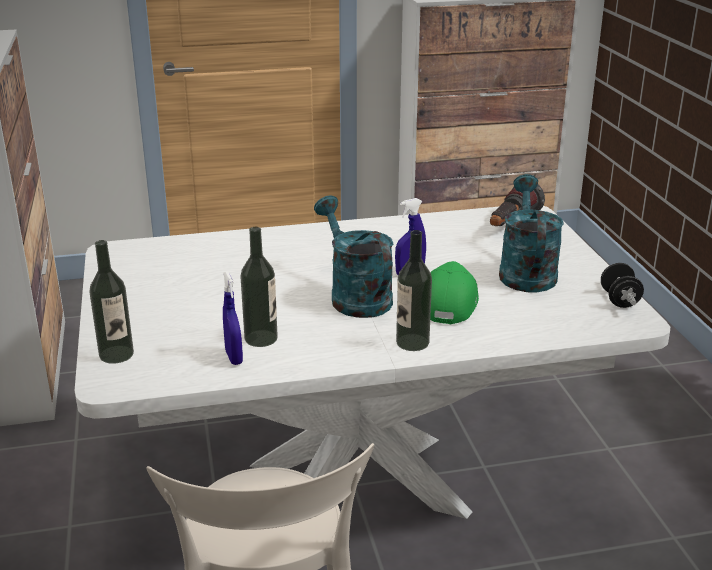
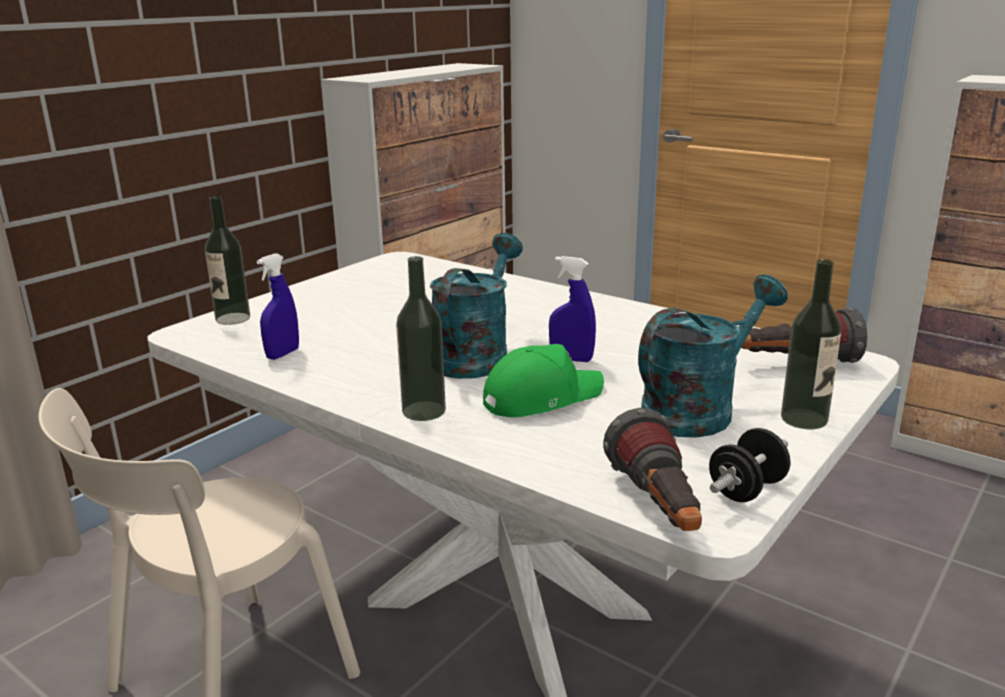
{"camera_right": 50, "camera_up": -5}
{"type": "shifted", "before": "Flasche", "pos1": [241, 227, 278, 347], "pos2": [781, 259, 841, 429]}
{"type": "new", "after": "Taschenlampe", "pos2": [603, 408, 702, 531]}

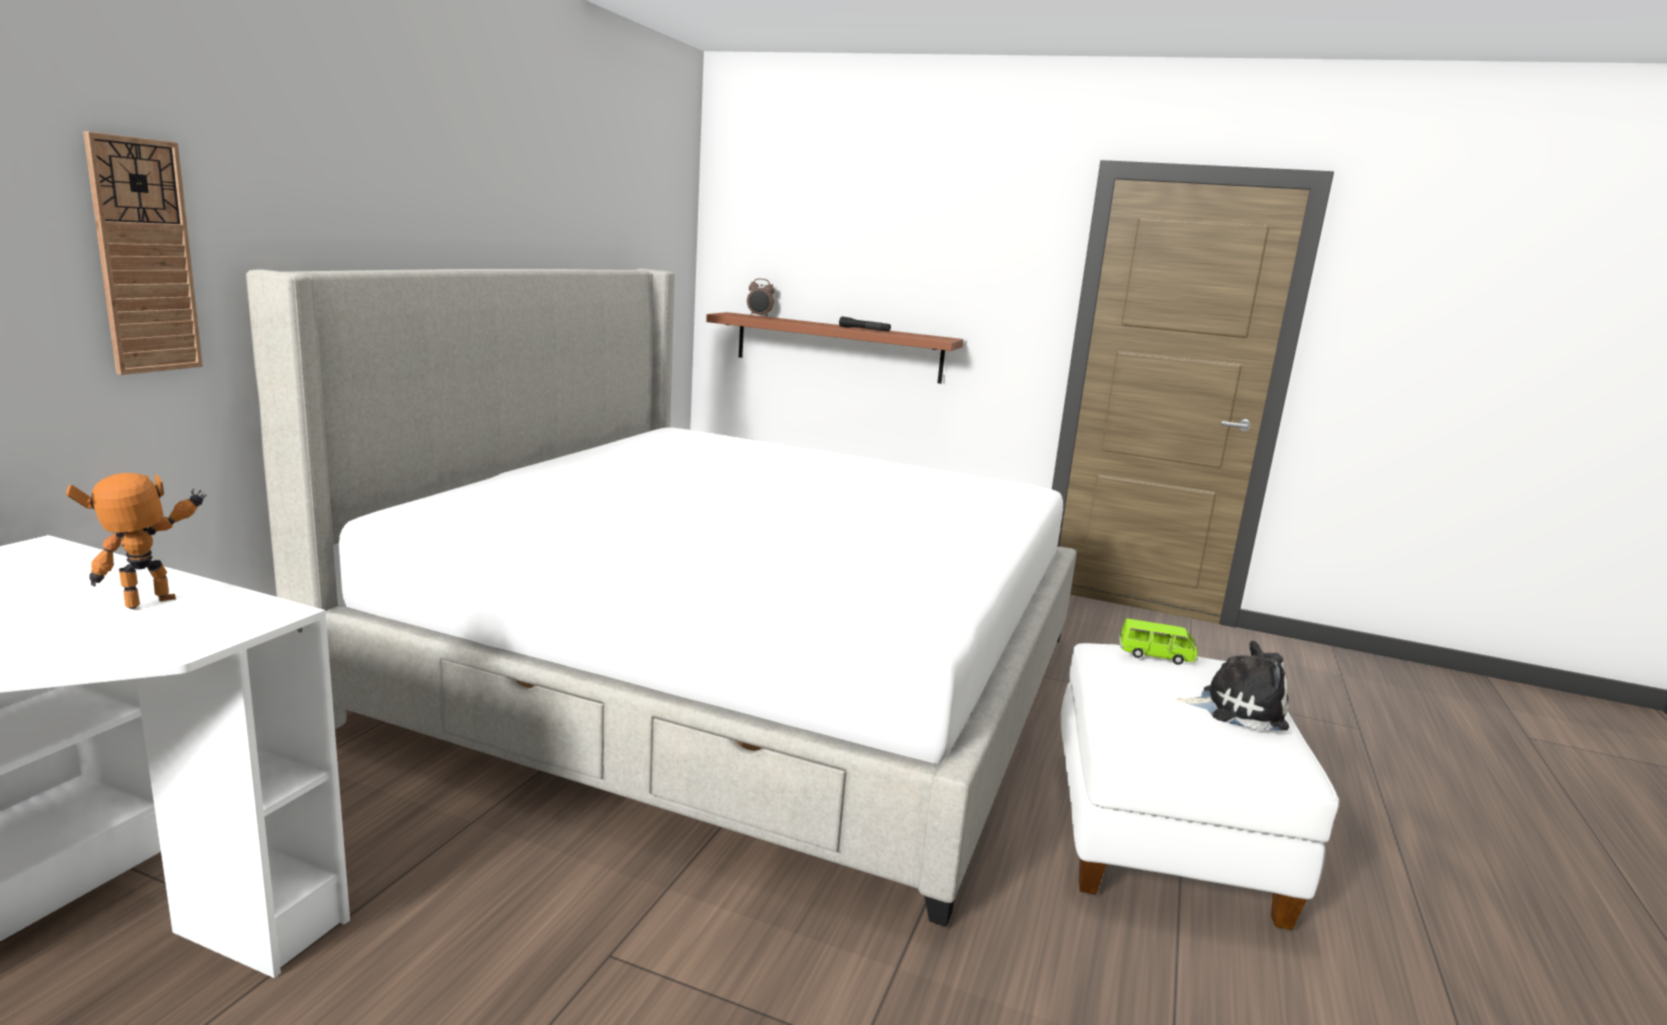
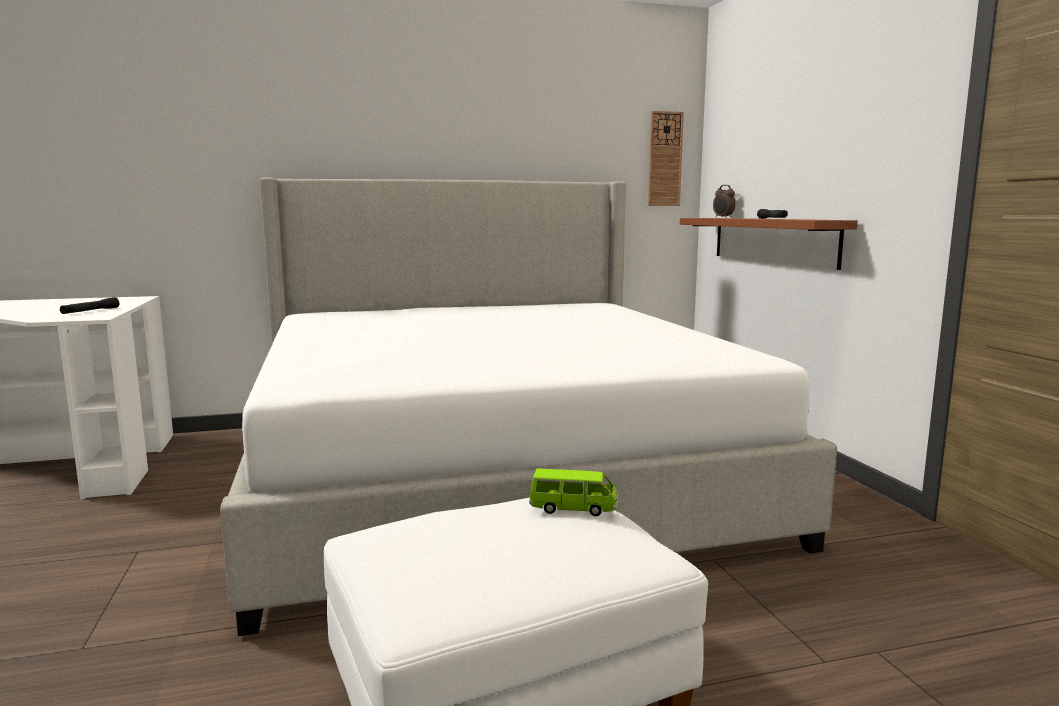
{"camera_right": 55, "camera_up": -5}
{"type": "shifted", "before": "Wanduhr", "pos1": [83, 131, 203, 375], "pos2": [648, 111, 684, 206]}
{"type": "swapped", "before": "Spielzeugroboter", "after": "Taschenlampe/schwarz", "pos1": [66, 473, 206, 609], "pos2": [60, 297, 119, 314]}
{"type": "rotated", "before": "Spielzeugauto/grün", "pos1": [1119, 618, 1198, 665], "pos2": [529, 469, 618, 516], "turn": -60}
{"type": "gone", "before": "Plüschtier", "pos1": [1175, 640, 1289, 731]}

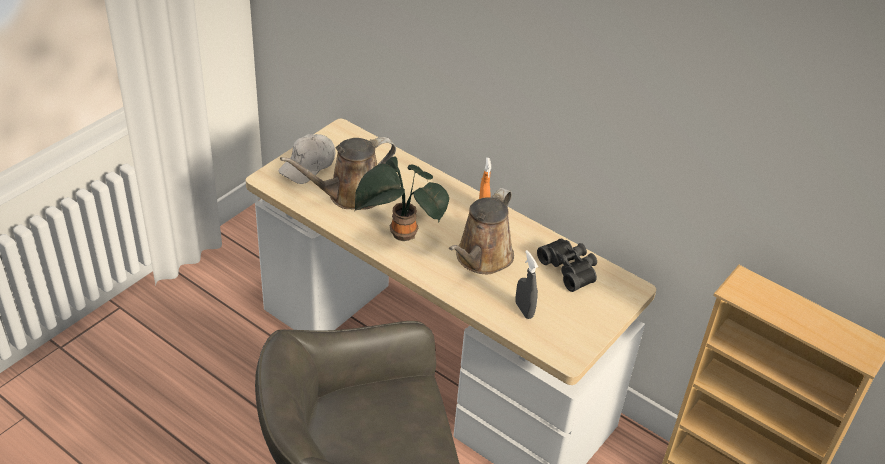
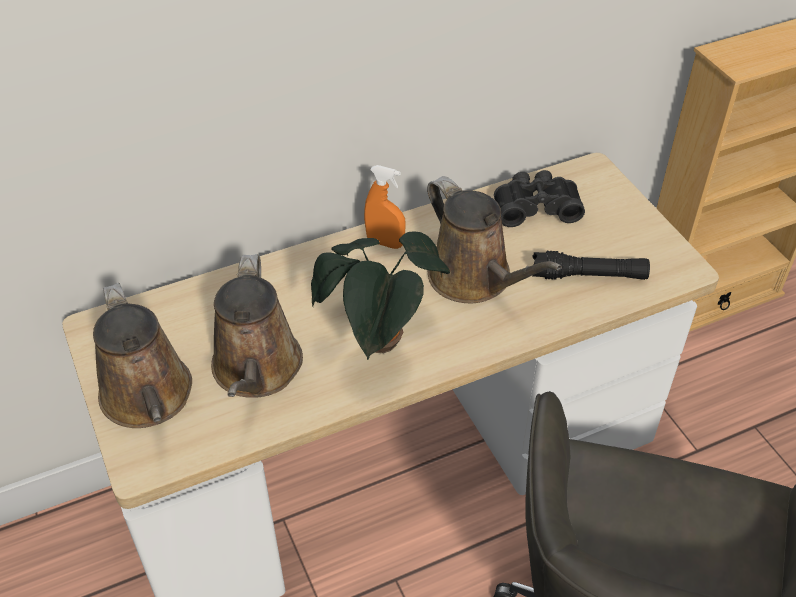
{"camera_right": -60, "camera_up": 5}
{"type": "swapped", "before": "Kappe/weiß", "after": "Gießkanne/braun", "pos1": [278, 134, 335, 184], "pos2": [93, 283, 192, 428]}
{"type": "swapped", "before": "Sprühflasche/grau", "after": "Taschenlampe/schwarz", "pos1": [516, 250, 538, 319], "pos2": [532, 251, 650, 280]}

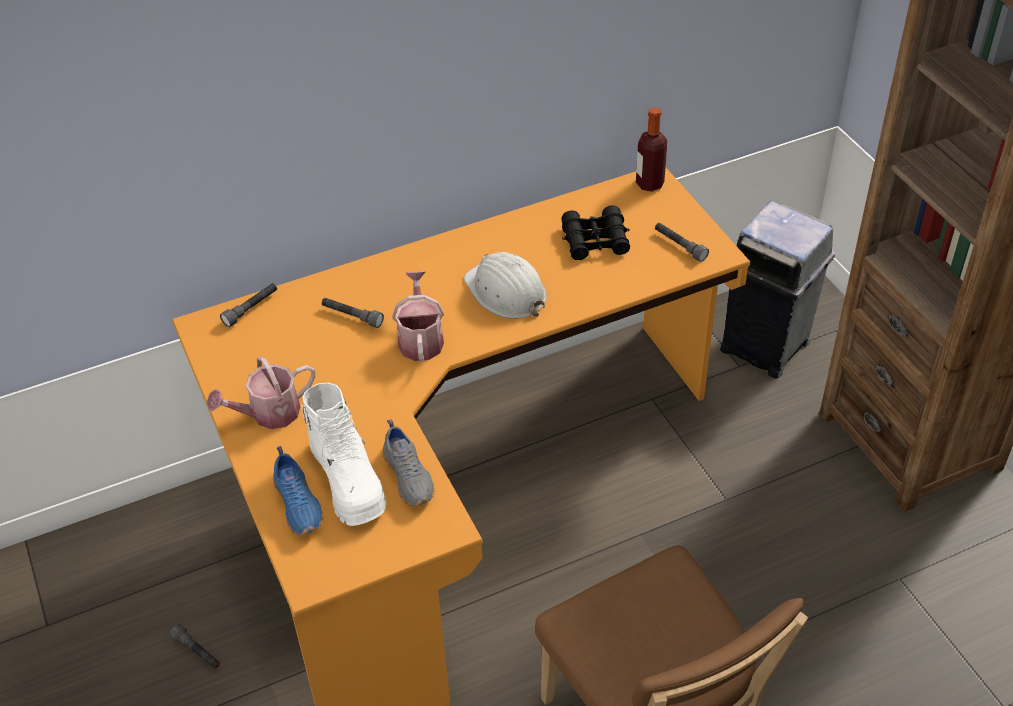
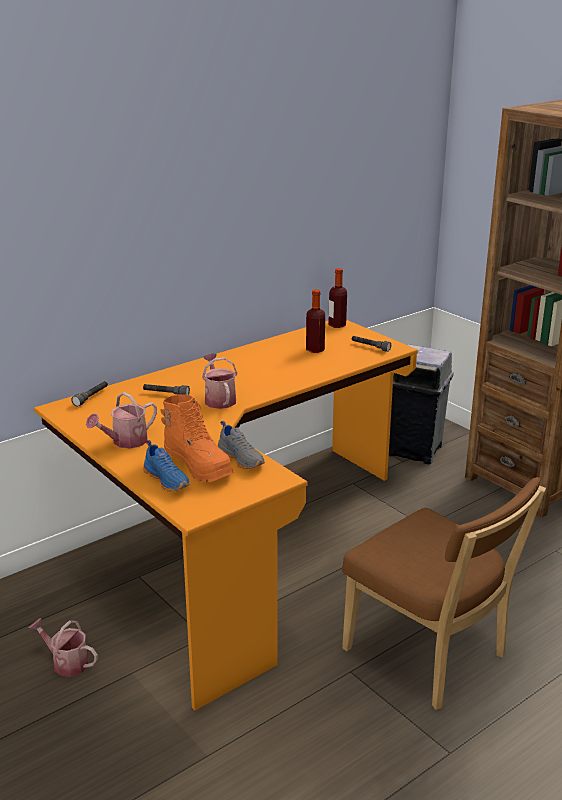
{"camera_right": -15, "camera_up": -20}
{"type": "swapped", "before": "Fernglas/schwarz", "after": "Flasche", "pos1": [561, 205, 630, 260], "pos2": [306, 289, 325, 353]}
{"type": "gone", "before": "Schutzhelm/weiß", "pos1": [464, 252, 547, 319]}
{"type": "repainted", "before": "Stiefel/weiß", "after": "Stiefel/orange", "pos1": [300, 383, 386, 526], "pos2": [161, 394, 233, 483]}
{"type": "swapped", "before": "Taschenlampe/grau", "after": "Gießkanne", "pos1": [169, 624, 220, 669], "pos2": [28, 618, 98, 677]}

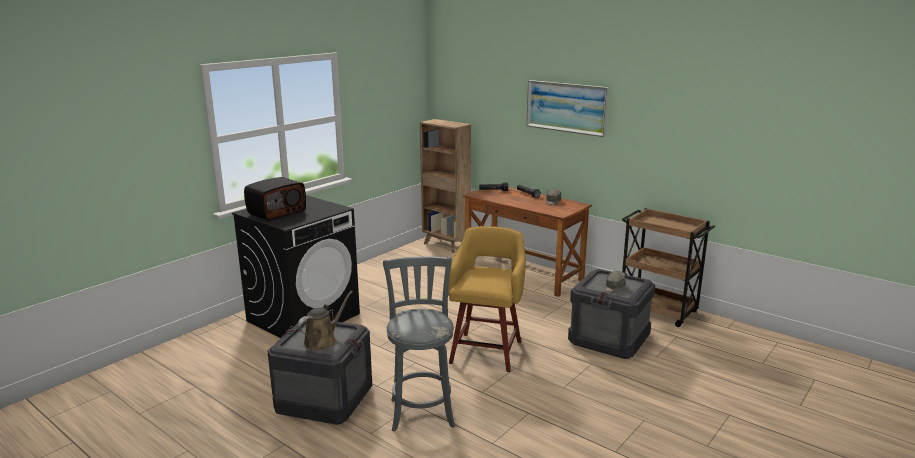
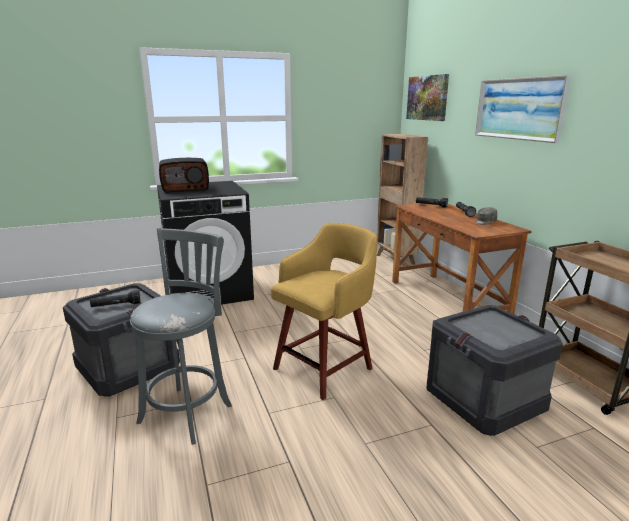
{"camera_right": 30, "camera_up": 0}
{"type": "gone", "before": "Kappe/grau", "pos1": [604, 271, 626, 293]}
{"type": "swapped", "before": "Gießkanne/braun", "after": "Taschenlampe/schwarz", "pos1": [297, 291, 353, 350], "pos2": [90, 290, 141, 307]}
{"type": "new", "after": "Bild", "pos2": [406, 74, 449, 121]}

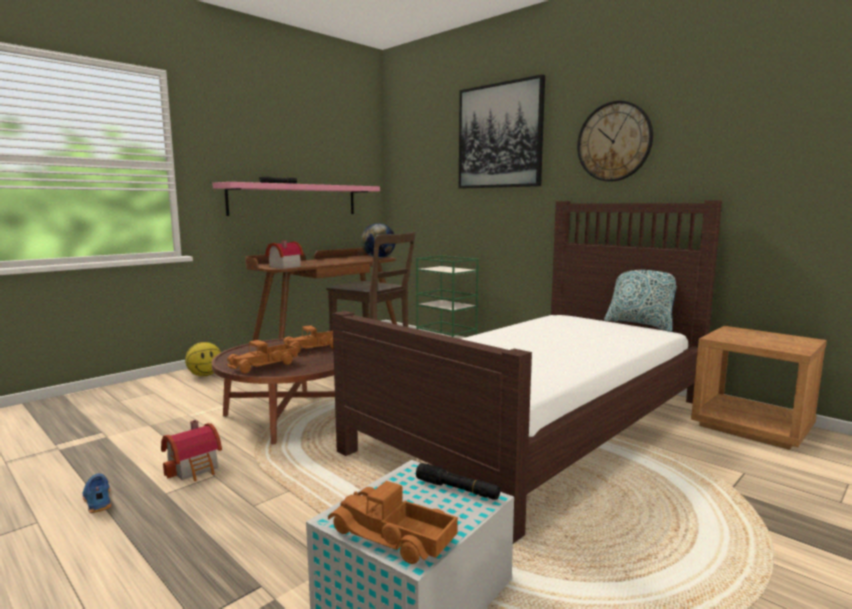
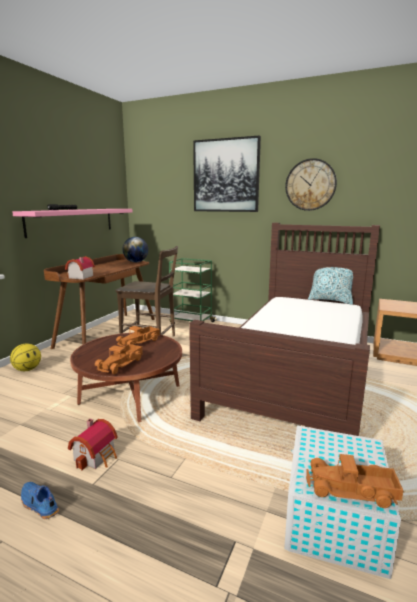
{"camera_right": -20, "camera_up": 5}
{"type": "gone", "before": "Taschenlampe/schwarz", "pos1": [416, 463, 500, 500]}

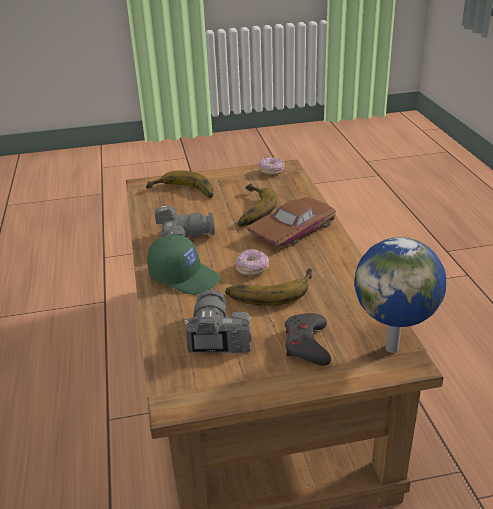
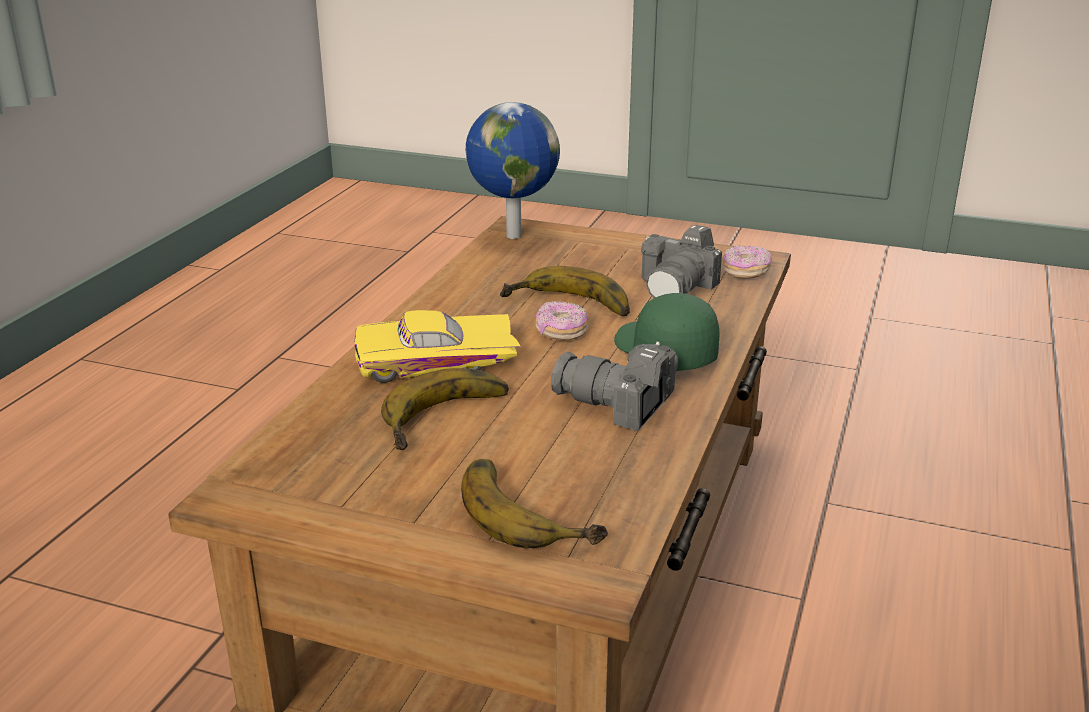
{"camera_right": -150, "camera_up": -5}
{"type": "shifted", "before": "Donut", "pos1": [258, 157, 285, 175], "pos2": [723, 246, 772, 279]}
{"type": "repainted", "before": "Spielzeugauto/braun", "after": "Spielzeugauto/gelb", "pos1": [247, 197, 336, 246], "pos2": [354, 310, 521, 383]}
{"type": "gone", "before": "Gamepad/grau", "pos1": [285, 313, 331, 366]}

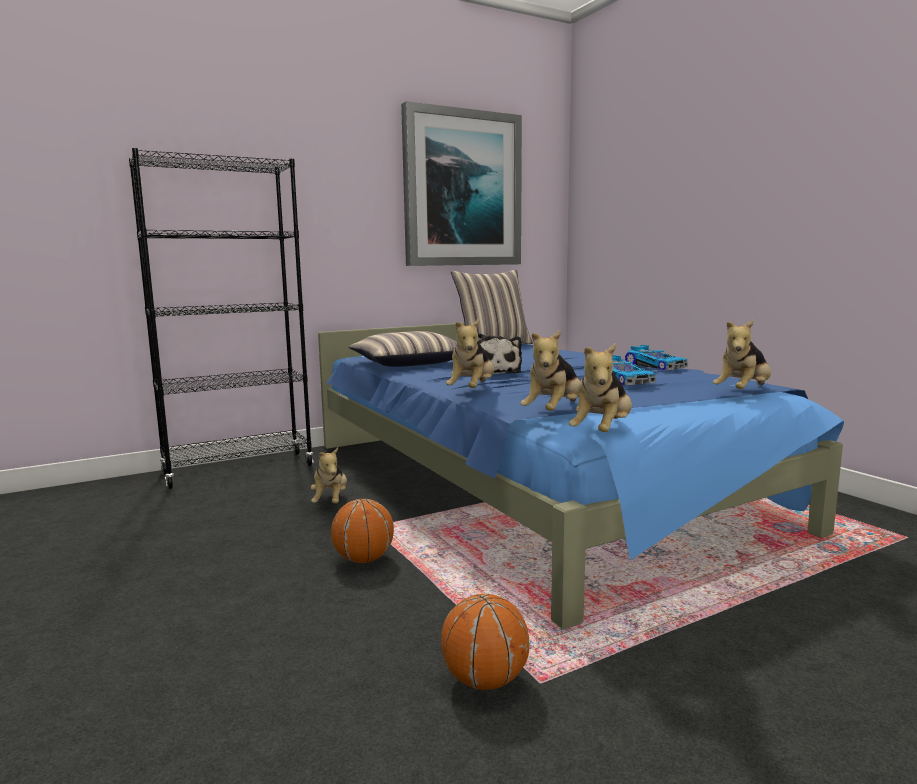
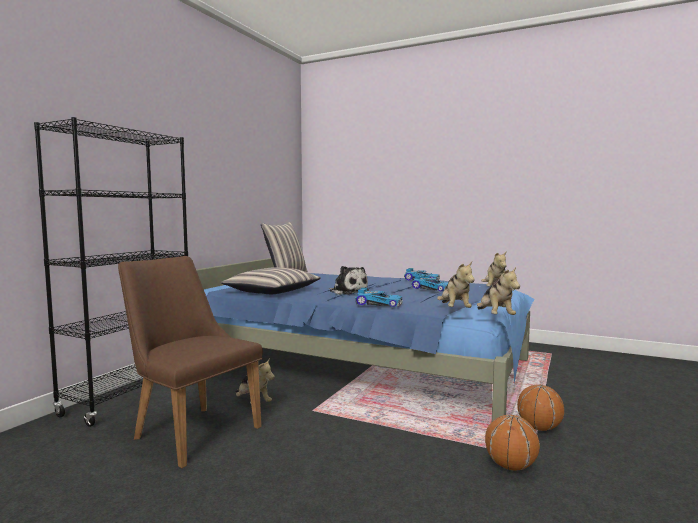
{"camera_right": -35, "camera_up": -5}
{"type": "gone", "before": "Bild", "pos1": [401, 101, 522, 266]}
{"type": "swapped", "before": "Plüschtier", "after": "Spielzeugauto", "pos1": [446, 318, 494, 388], "pos2": [356, 288, 403, 307]}
{"type": "shifted", "before": "Basketball", "pos1": [331, 499, 394, 563], "pos2": [517, 384, 564, 431]}
{"type": "new", "after": "Stuhl/braun", "pos2": [118, 256, 263, 468]}

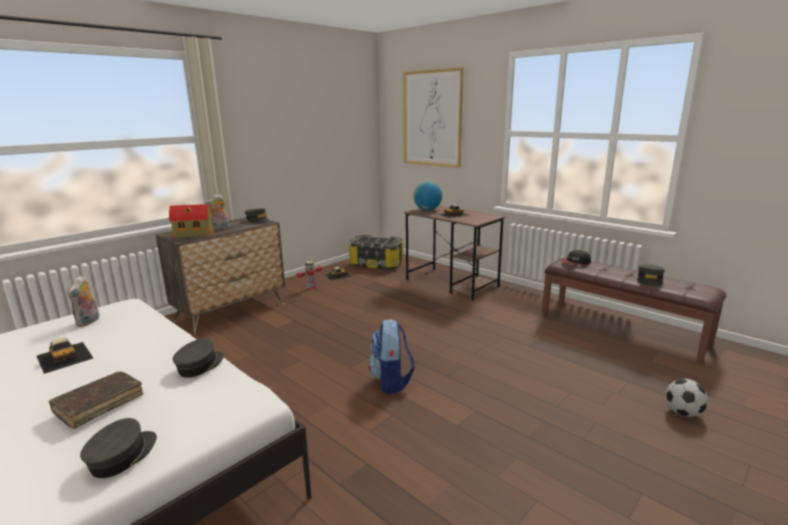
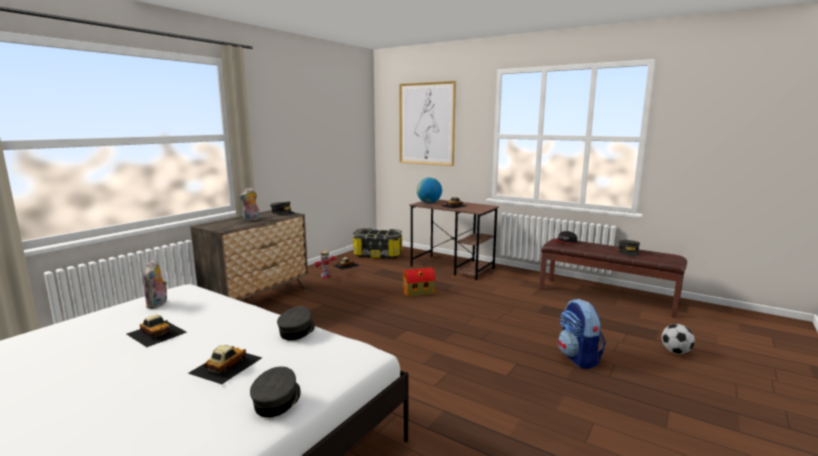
{"camera_right": -10, "camera_up": -5}
{"type": "shifted", "before": "Spielzeughaus", "pos1": [169, 204, 214, 238], "pos2": [403, 267, 436, 297]}
{"type": "shifted", "before": "Rucksack", "pos1": [368, 319, 415, 394], "pos2": [558, 299, 606, 369]}
{"type": "swapped", "before": "Buch/braun", "after": "Spielzeugauto", "pos1": [48, 371, 143, 429], "pos2": [188, 345, 262, 384]}

